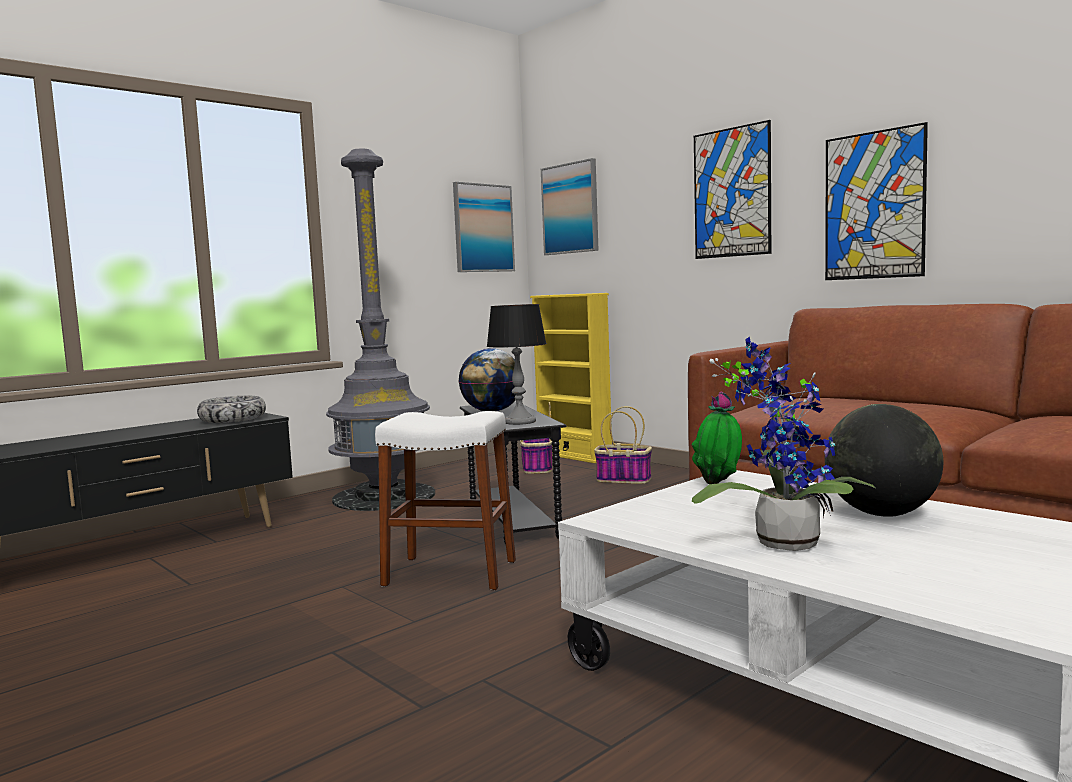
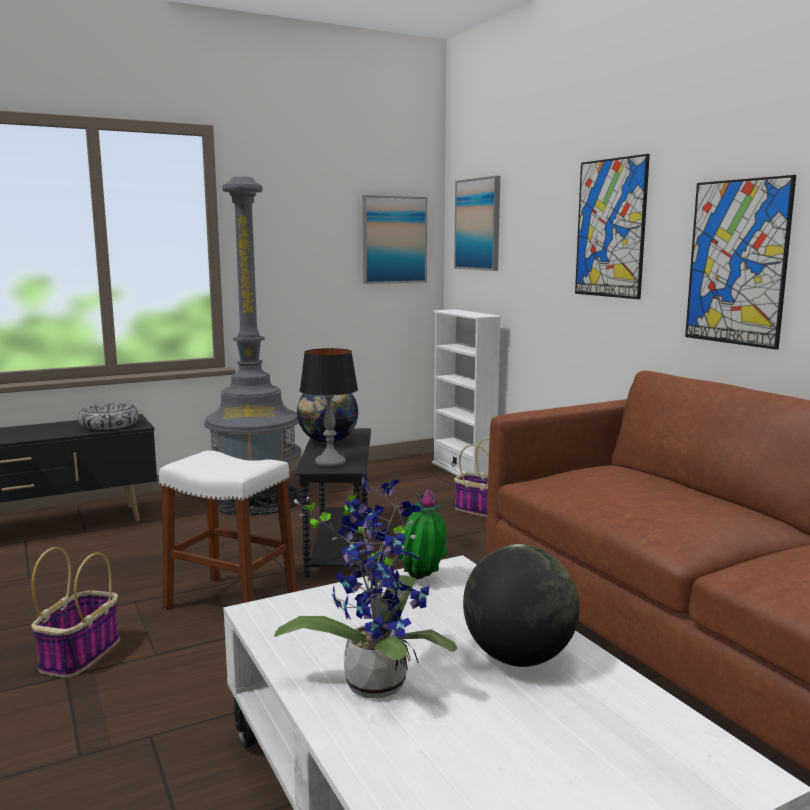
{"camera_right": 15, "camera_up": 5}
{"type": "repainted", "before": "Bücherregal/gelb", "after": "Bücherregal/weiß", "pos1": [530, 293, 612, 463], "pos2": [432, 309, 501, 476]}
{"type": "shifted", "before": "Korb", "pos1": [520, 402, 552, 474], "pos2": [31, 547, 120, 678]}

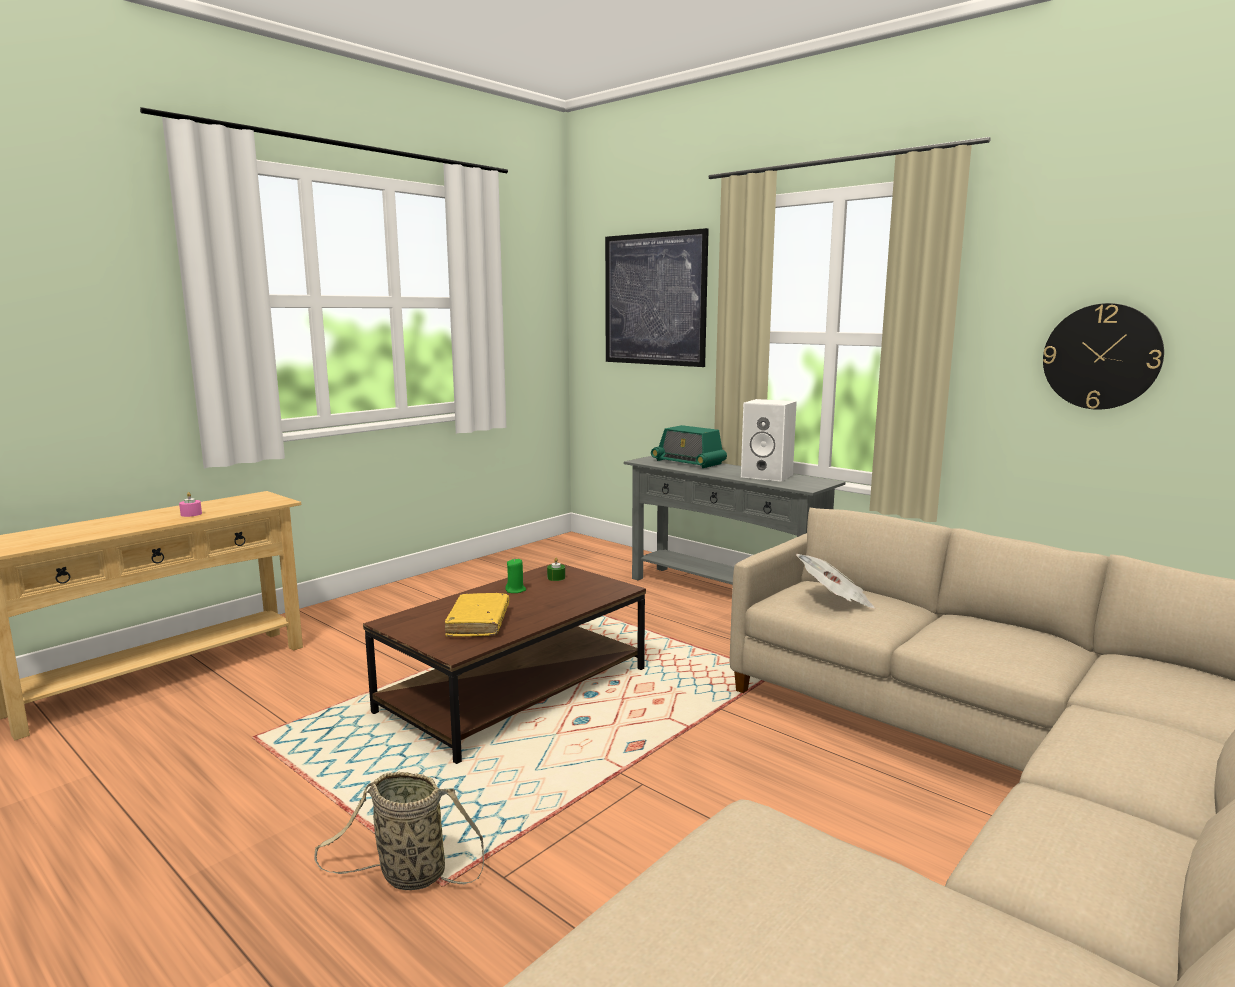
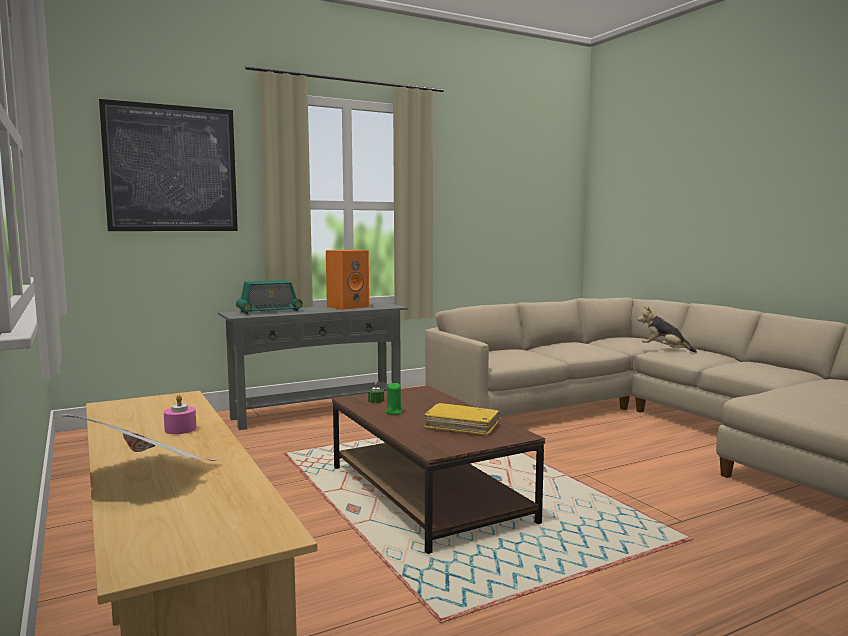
{"camera_right": -70, "camera_up": -5}
{"type": "gone", "before": "Wanduhr", "pos1": [1043, 303, 1164, 410]}
{"type": "repainted", "before": "Lautsprecher/weiß", "after": "Lautsprecher/orange", "pos1": [741, 399, 797, 482], "pos2": [326, 250, 369, 310]}
{"type": "shifted", "before": "Zeitung", "pos1": [796, 554, 875, 608], "pos2": [59, 414, 219, 461]}
{"type": "gone", "before": "Korb", "pos1": [315, 772, 484, 890]}
{"type": "new", "after": "Plüschtier", "pos2": [638, 306, 697, 353]}

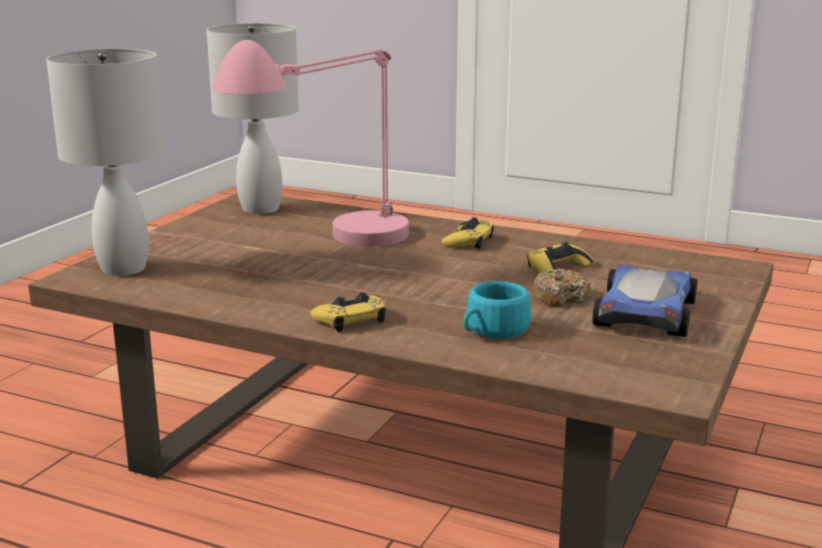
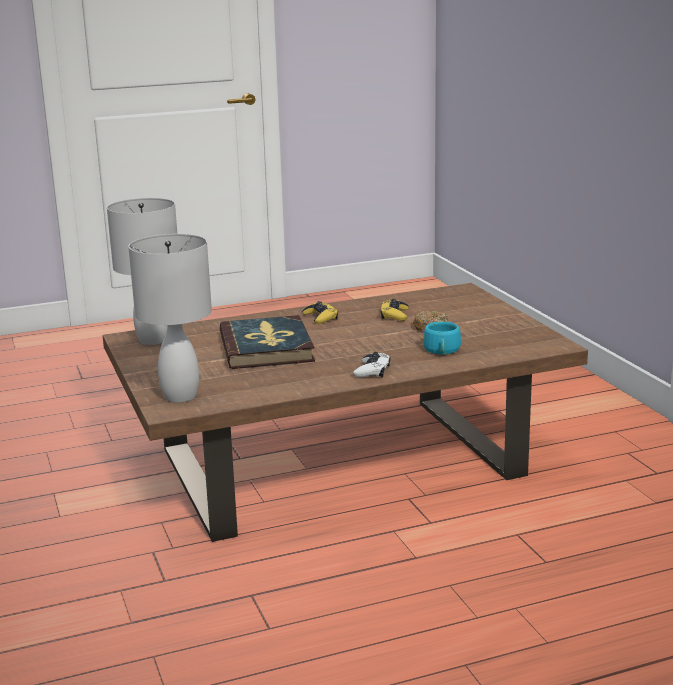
{"camera_right": -45, "camera_up": 0}
{"type": "swapped", "before": "Tischlampe/rosa", "after": "Buch", "pos1": [212, 40, 409, 247], "pos2": [219, 315, 315, 369]}
{"type": "gone", "before": "Spielzeugauto", "pos1": [592, 265, 697, 337]}
{"type": "repainted", "before": "Gamepad/gelb", "after": "Gamepad/weiß", "pos1": [311, 292, 386, 332], "pos2": [353, 352, 391, 377]}

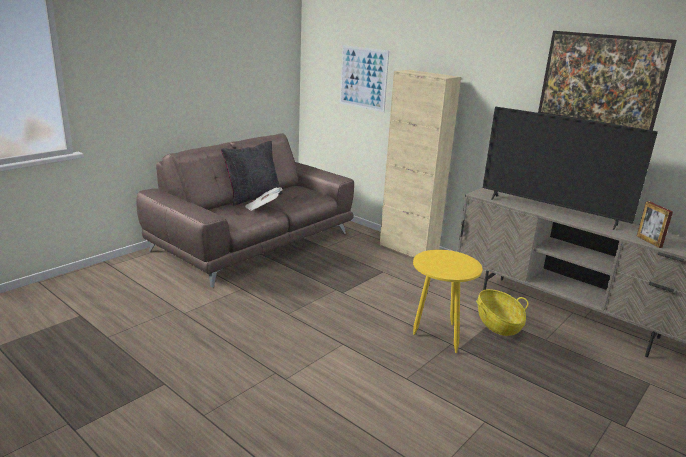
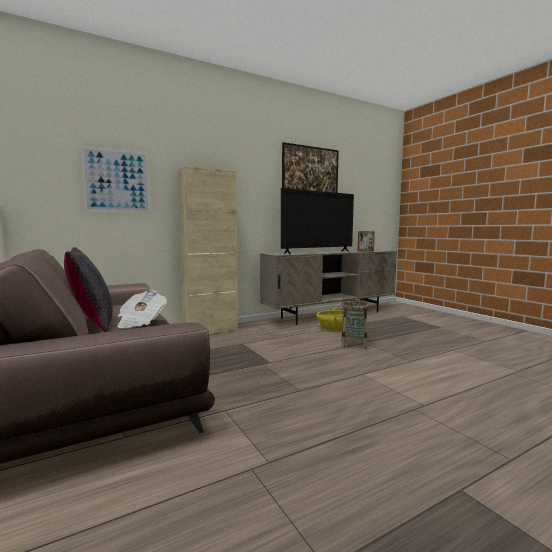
{"camera_right": -70, "camera_up": -15}
{"type": "swapped", "before": "Beistelltisch/gelb", "after": "Korb", "pos1": [413, 250, 483, 353], "pos2": [341, 300, 369, 349]}

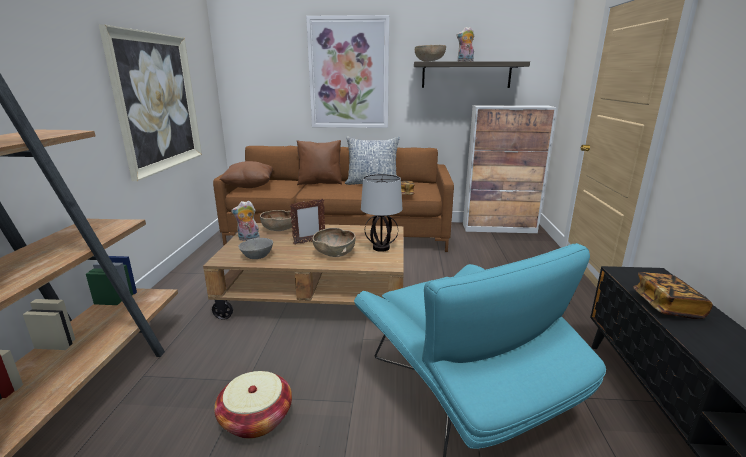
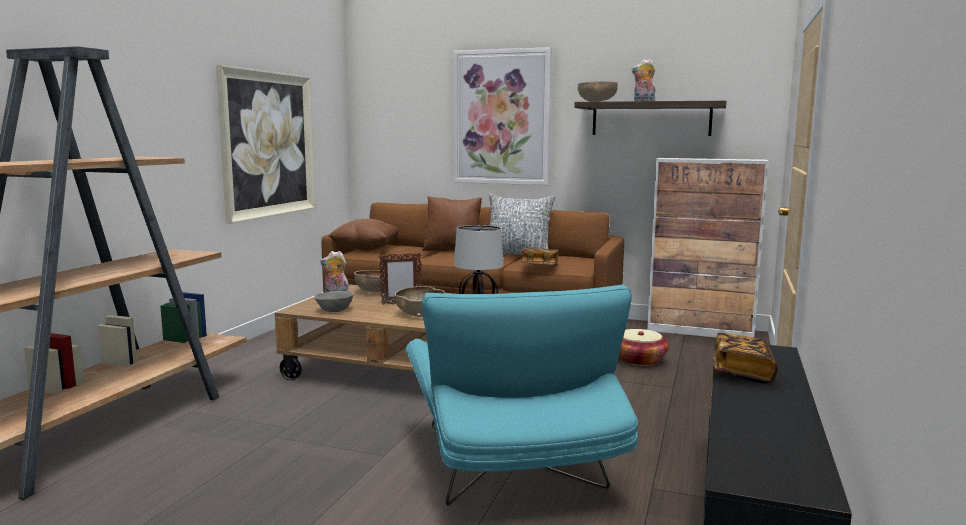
{"camera_right": 15, "camera_up": -10}
{"type": "shifted", "before": "Korb", "pos1": [214, 371, 292, 439], "pos2": [619, 329, 669, 366]}

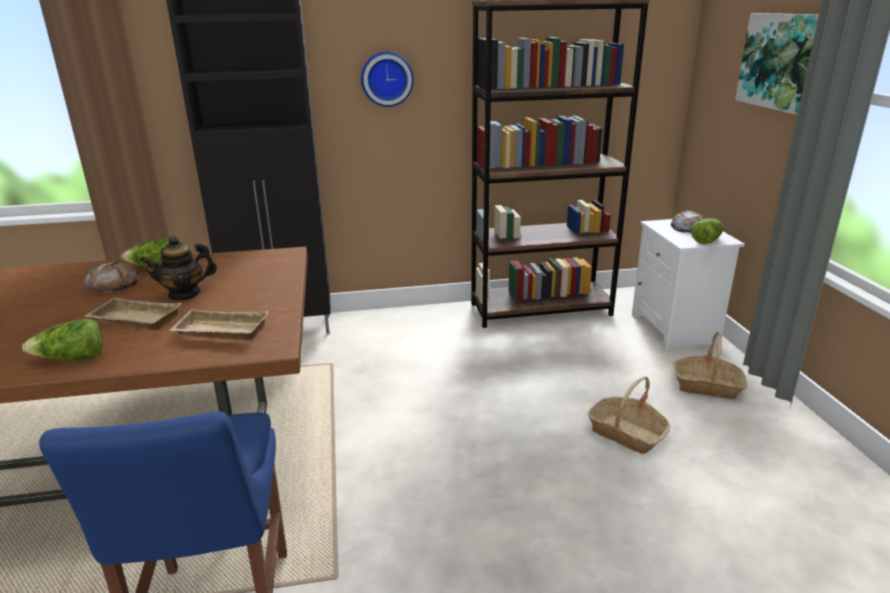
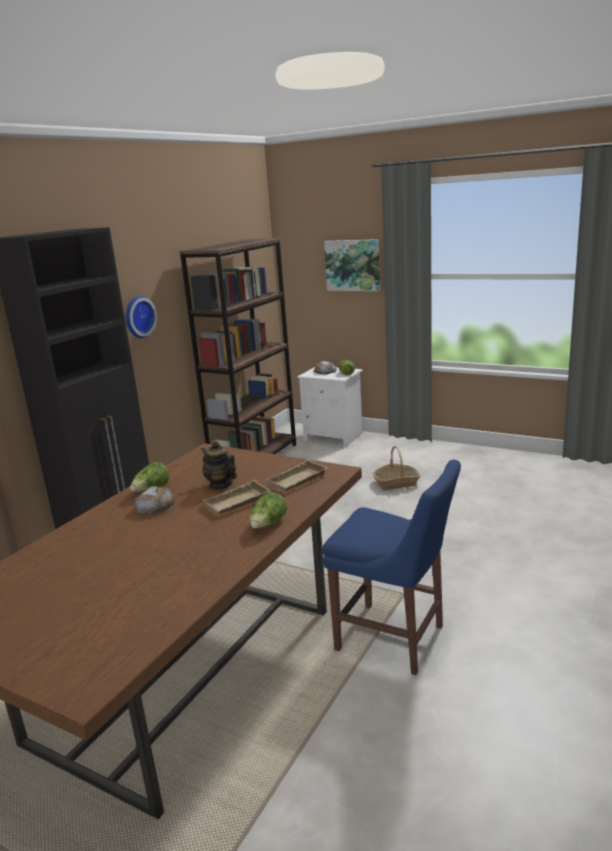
{"camera_right": -50, "camera_up": -5}
{"type": "rotated", "before": "Teekanne", "pos1": [140, 236, 217, 301], "pos2": [201, 441, 237, 490], "turn": 120}
{"type": "gone", "before": "Korb", "pos1": [674, 332, 747, 399]}

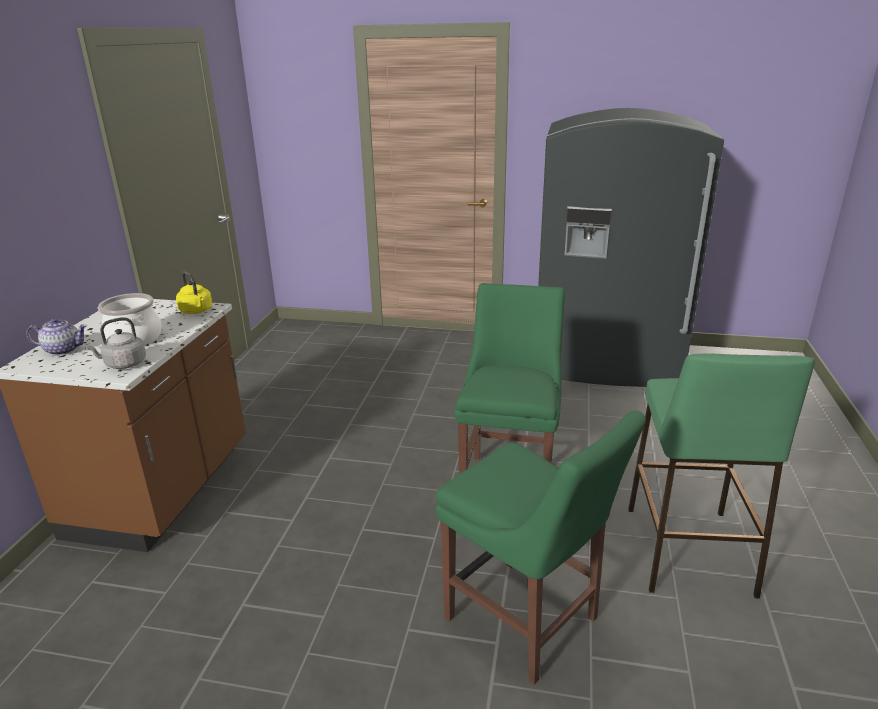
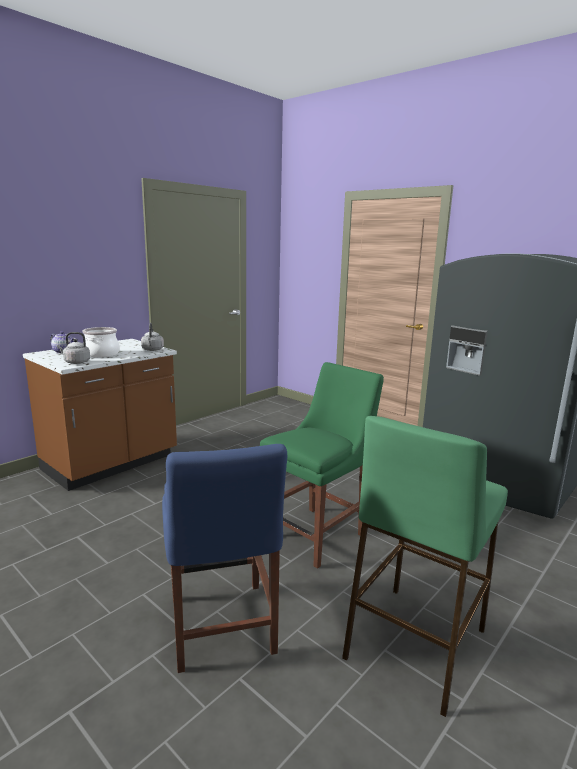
{"camera_right": 30, "camera_up": -10}
{"type": "repainted", "before": "Wasserkessel/gelb", "after": "Wasserkessel/grau", "pos1": [176, 271, 212, 314], "pos2": [141, 323, 164, 351]}
{"type": "repainted", "before": "Stuhl/grün", "after": "Stuhl/blau", "pos1": [435, 410, 646, 685], "pos2": [162, 444, 287, 673]}

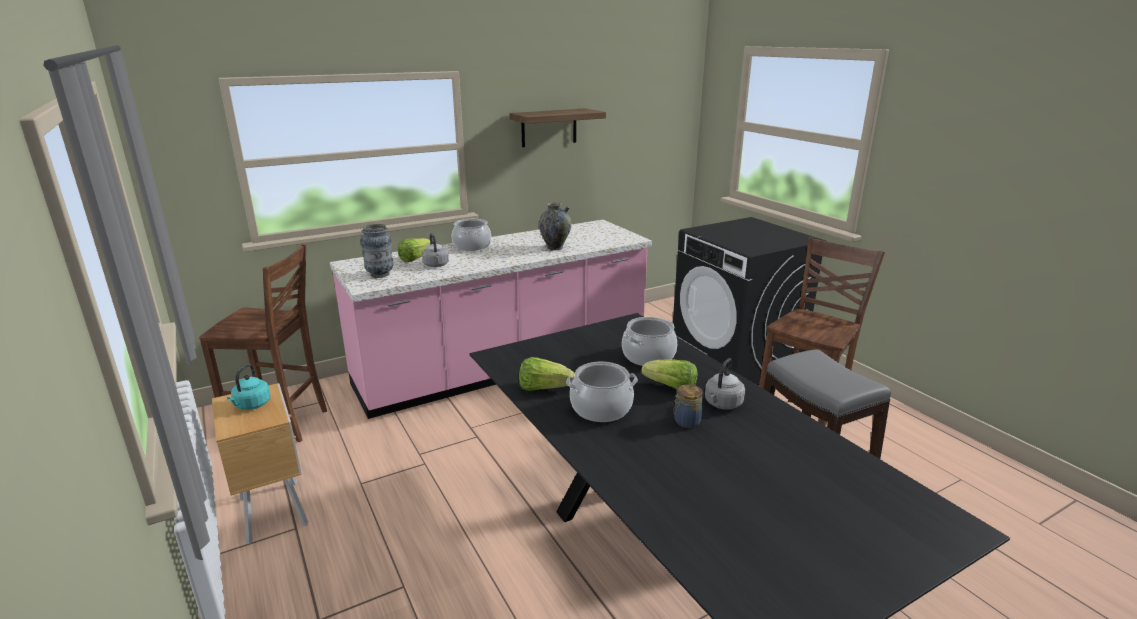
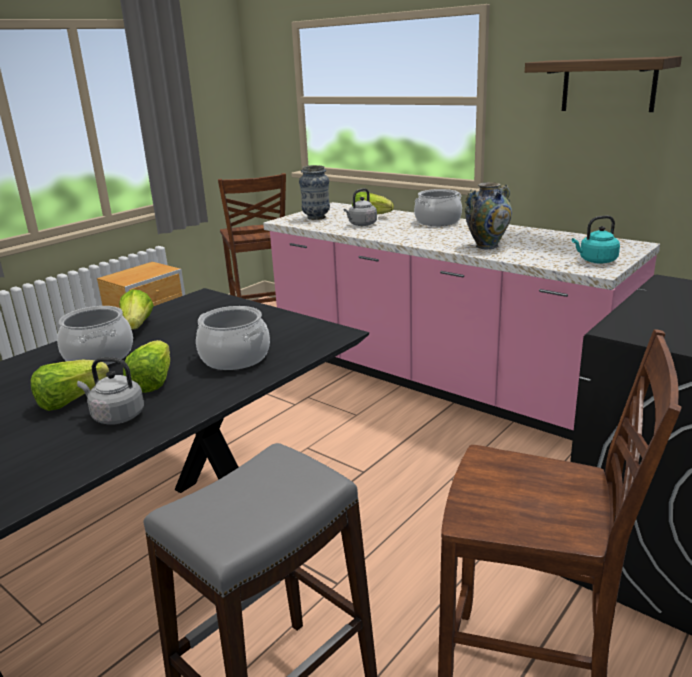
{"camera_right": 70, "camera_up": 0}
{"type": "shifted", "before": "Wasserkessel/türkis", "pos1": [227, 364, 271, 410], "pos2": [572, 216, 620, 264]}
{"type": "swapped", "before": "Vorratsglas", "after": "Salatkopf", "pos1": [673, 385, 703, 428], "pos2": [31, 359, 109, 411]}

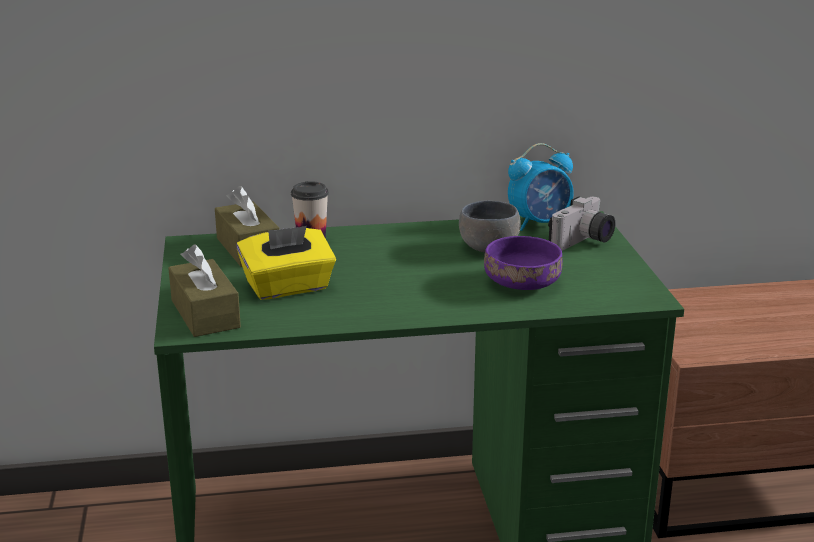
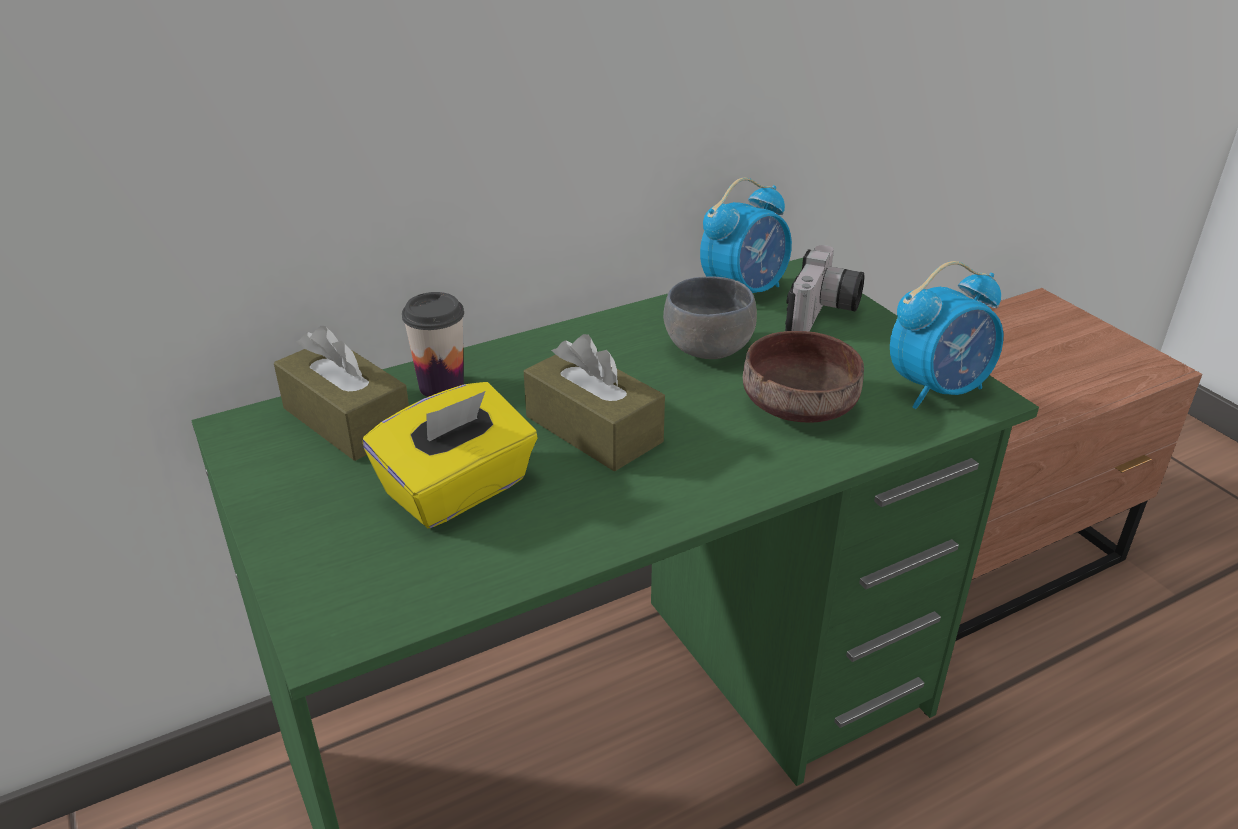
{"camera_right": -20, "camera_up": 10}
{"type": "repainted", "before": "Schüssel/lila", "after": "Schüssel/braun", "pos1": [484, 236, 563, 290], "pos2": [743, 331, 864, 422]}
{"type": "shifted", "before": "Taschentuchbox/braun", "pos1": [168, 244, 241, 337], "pos2": [524, 334, 665, 472]}
{"type": "new", "after": "Wecker", "pos2": [890, 261, 1003, 409]}

